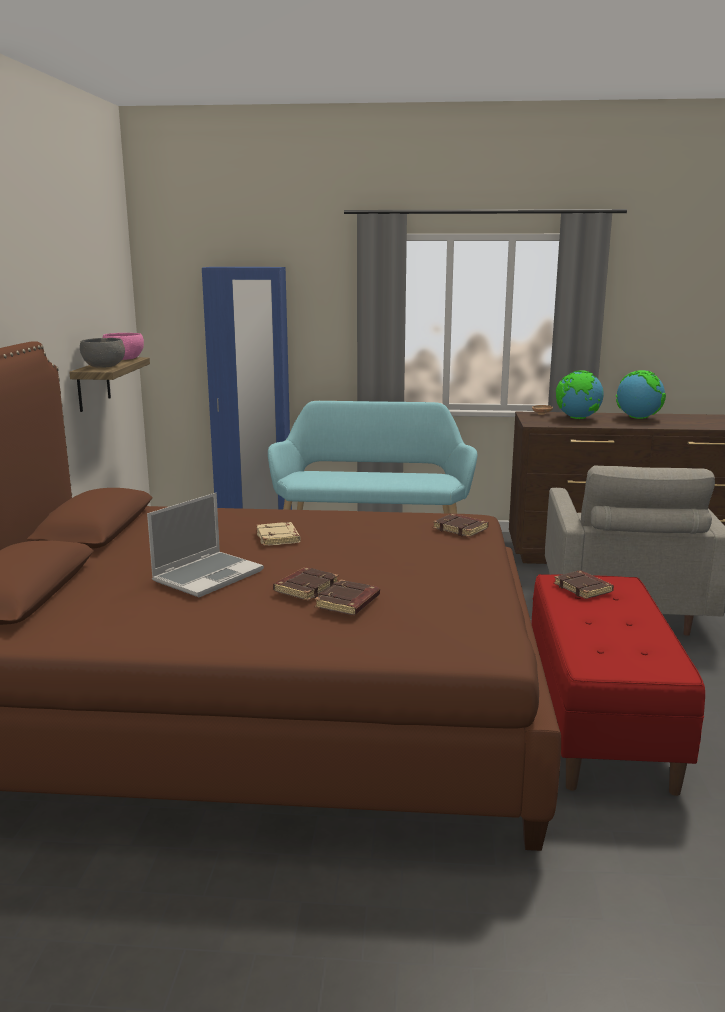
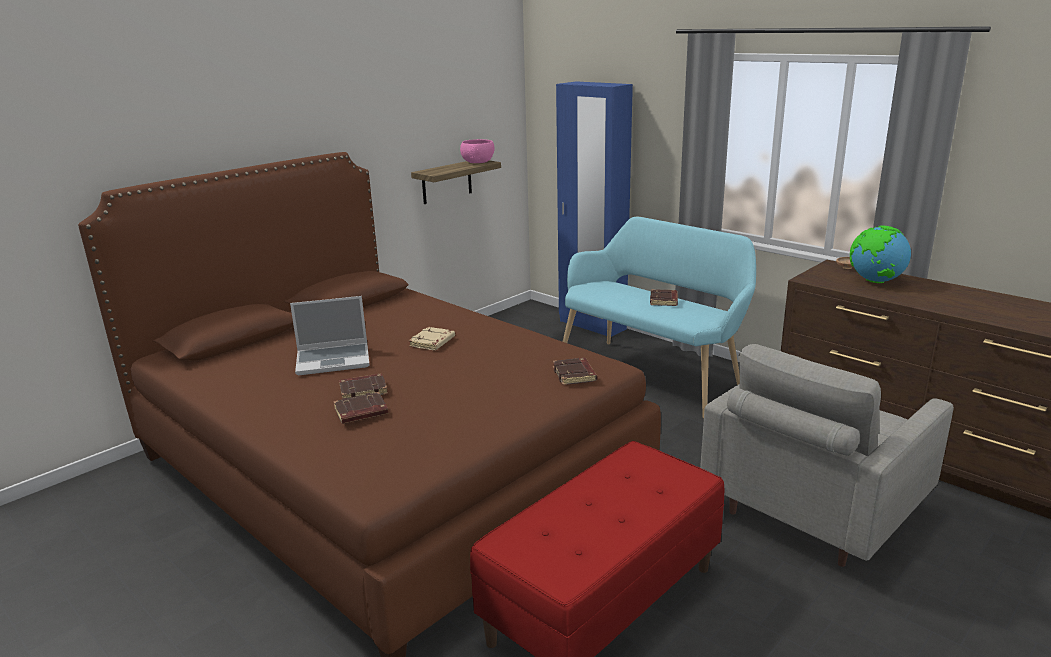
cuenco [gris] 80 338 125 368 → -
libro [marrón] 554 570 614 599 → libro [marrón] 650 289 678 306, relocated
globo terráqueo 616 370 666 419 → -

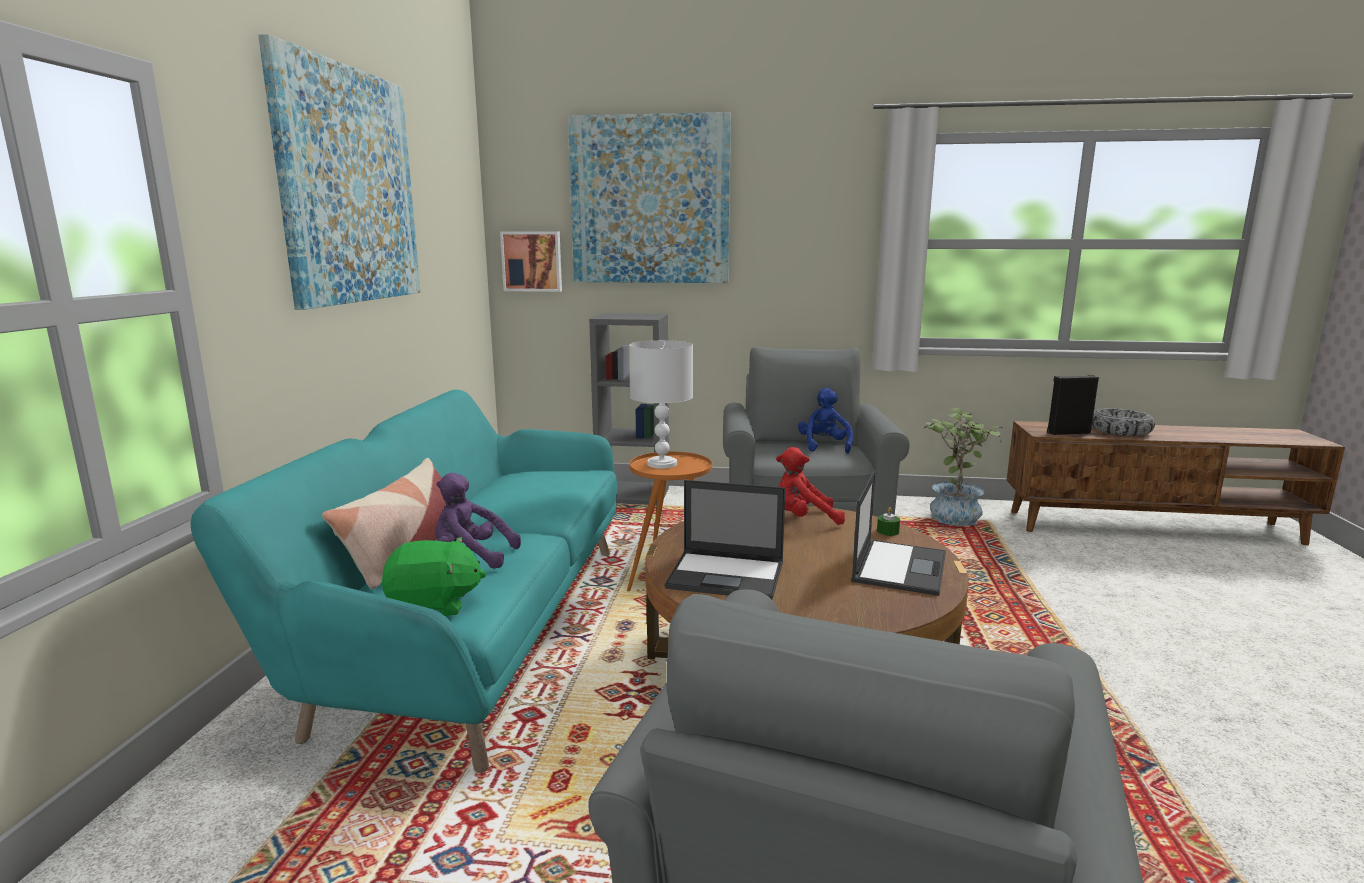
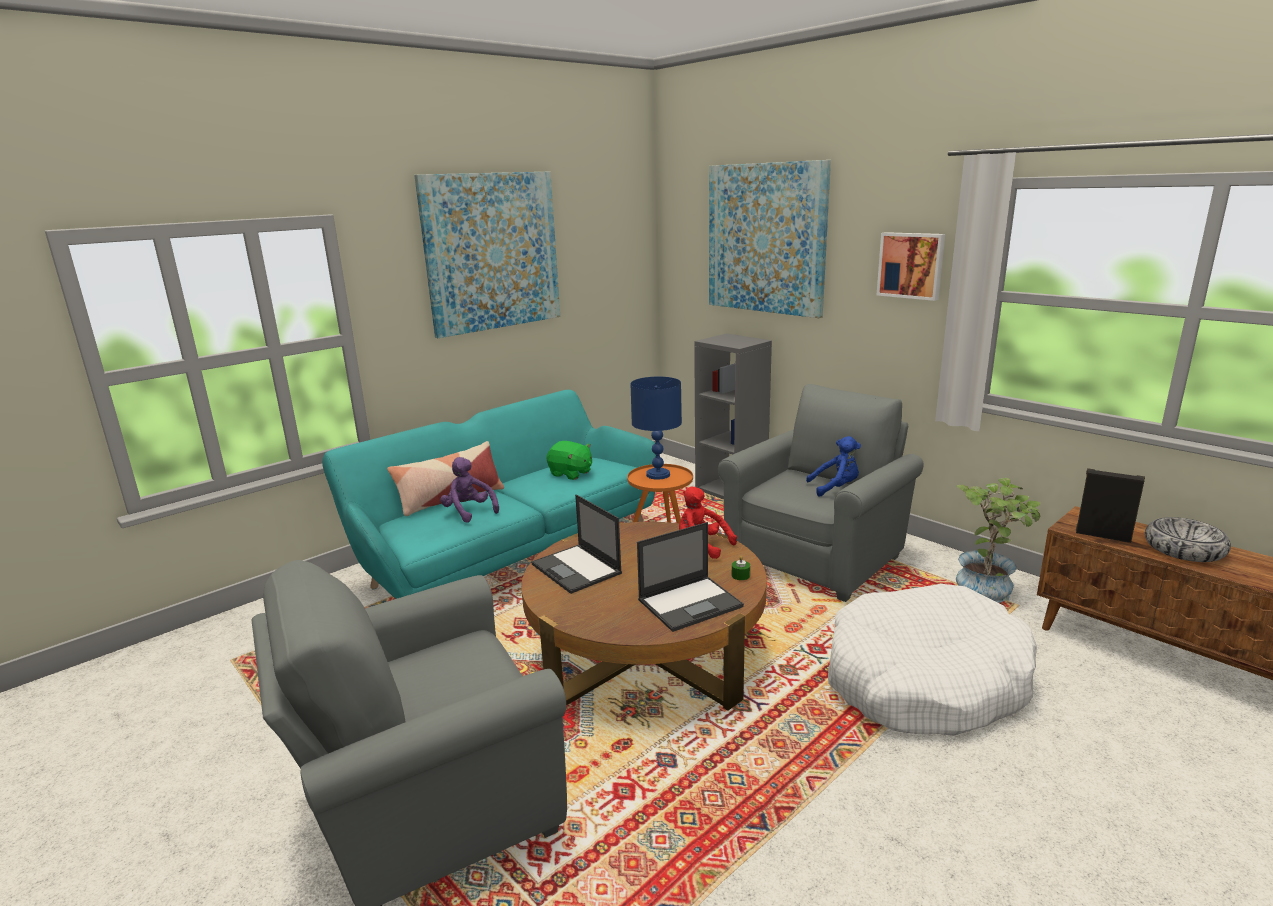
peluche [verde] 382 537 486 616 → peluche [verde] 546 441 592 480, relocated
cuadro 500 232 562 292 → cuadro 877 232 945 301, relocated
lámpara de mesa [blanco] 629 340 693 469 → lámpara de mesa [azul] 630 377 682 480
peluche [azul] 798 388 853 453 → peluche [azul] 806 436 861 497, 45 degrees clockwise
- → cama para perro [blanco] 828 584 1037 736

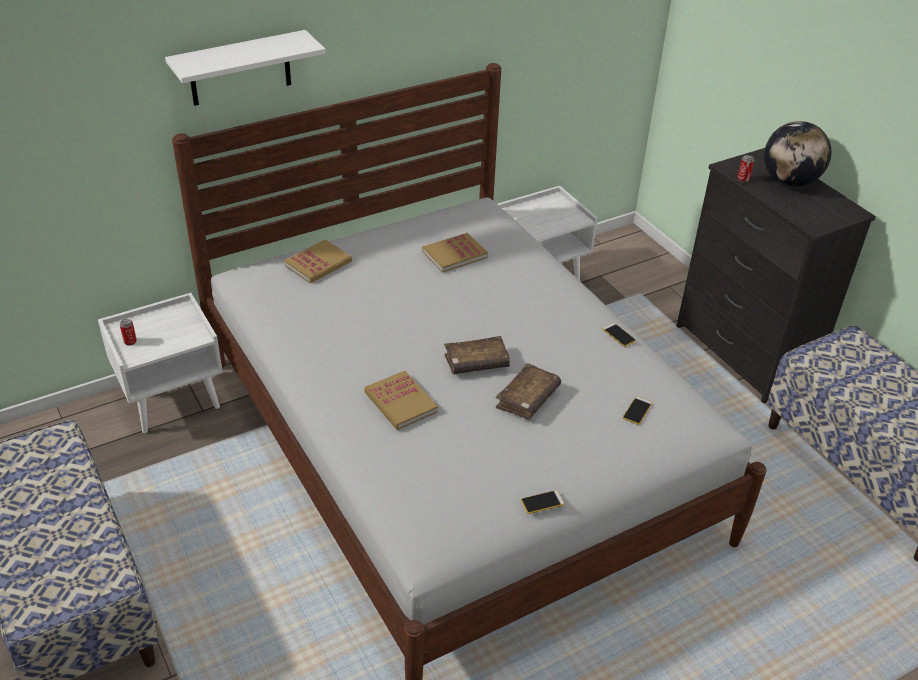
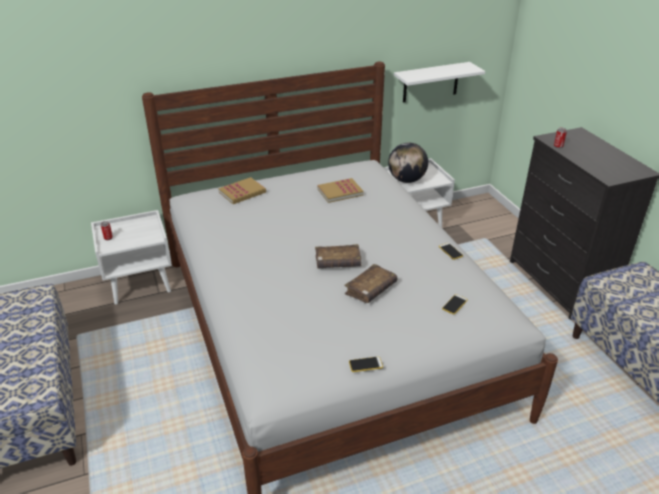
estante [blanco] 165 30 326 106 → estante [blanco] 394 62 485 103, relocated
libro 364 371 438 430 → -
globo terráqueo 764 121 831 186 → globo terráqueo 388 143 428 183, relocated

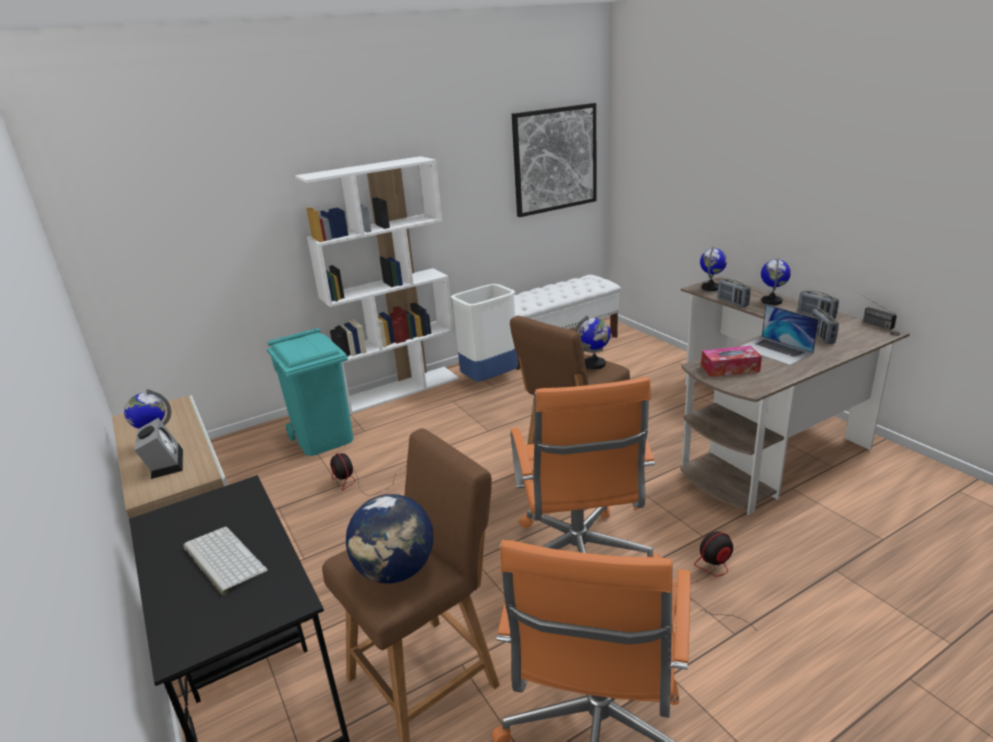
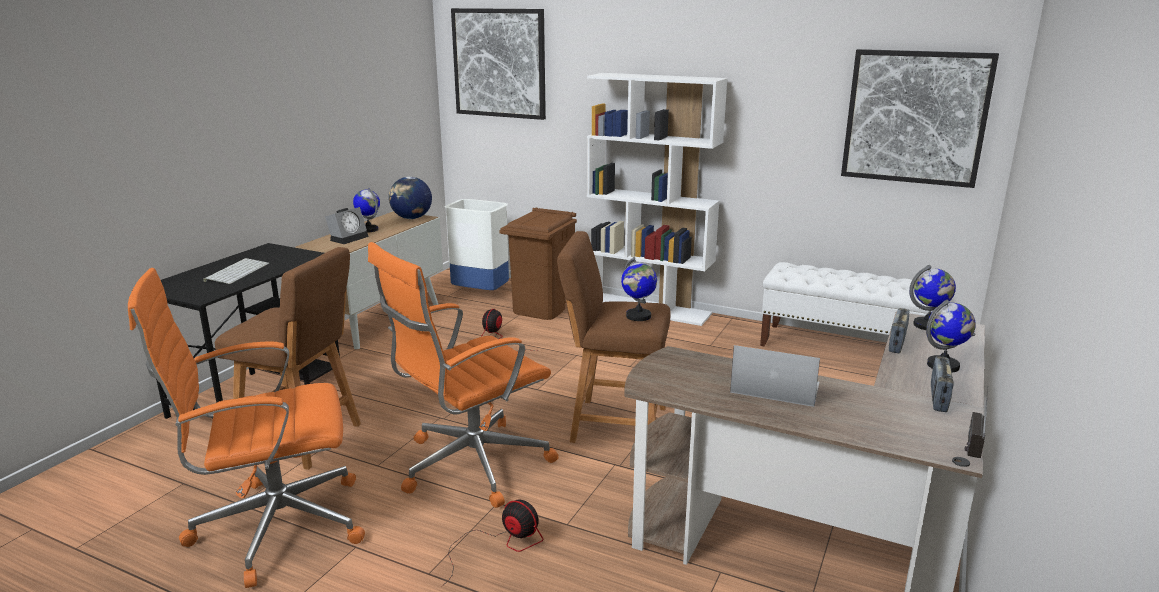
papelera [turquesa] 267 328 353 456 → papelera [marrón] 499 207 577 320
globo terráqueo 346 494 434 583 → globo terráqueo 389 177 432 219, relocated
papelera [blanco] 451 284 518 382 → papelera [blanco] 445 199 509 290, relocated
caja de pañuelos 701 346 762 377 → -
portátil 740 304 819 365 → portátil 730 345 820 407, 90 degrees clockwise
radio 811 308 839 344 → -
- → cuadro 451 8 546 120

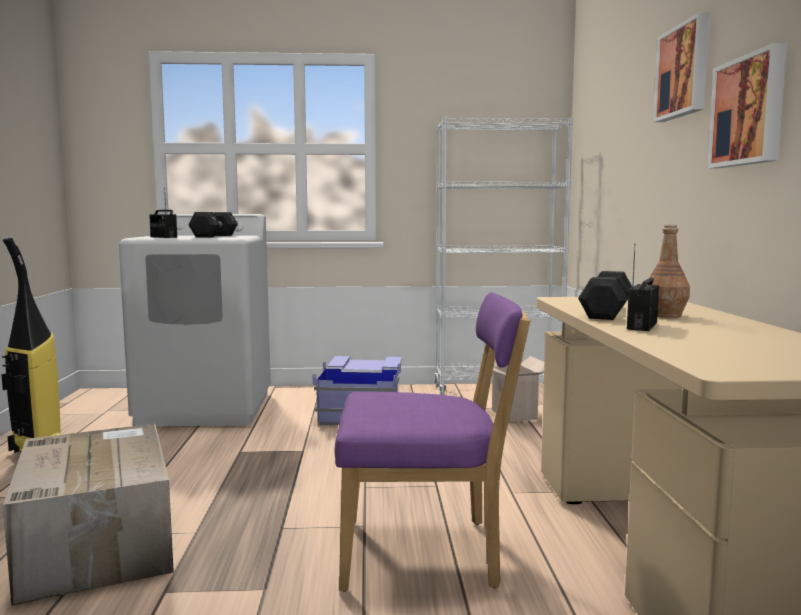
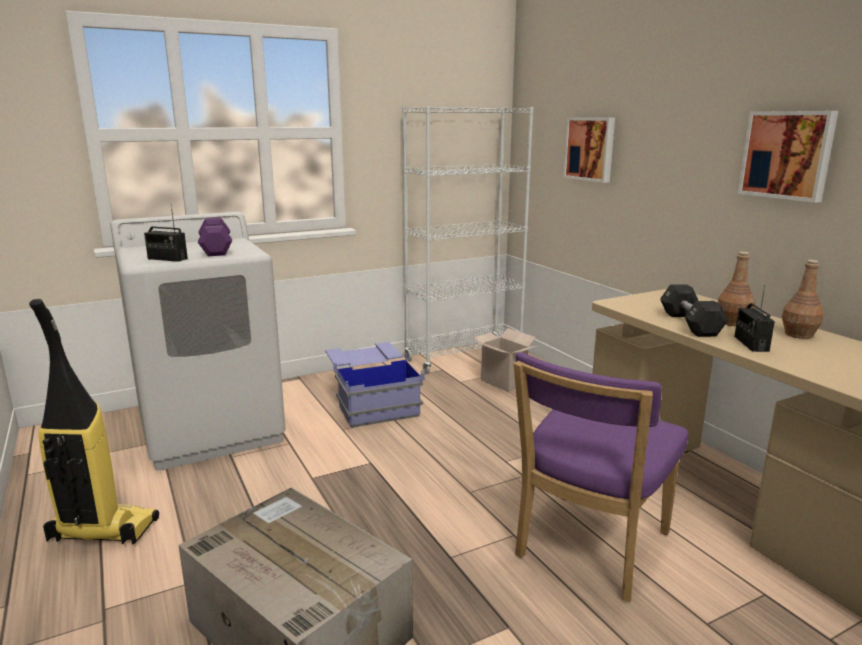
mancuerna [negro] 188 212 238 238 → mancuerna [morado] 198 217 232 256
silla [morado] 335 292 531 591 → silla [morado] 514 352 688 602, 150 degrees clockwise
cuadro 654 12 710 122 → cuadro 563 118 615 183, relocated
- → botella [marrón] 782 260 824 339

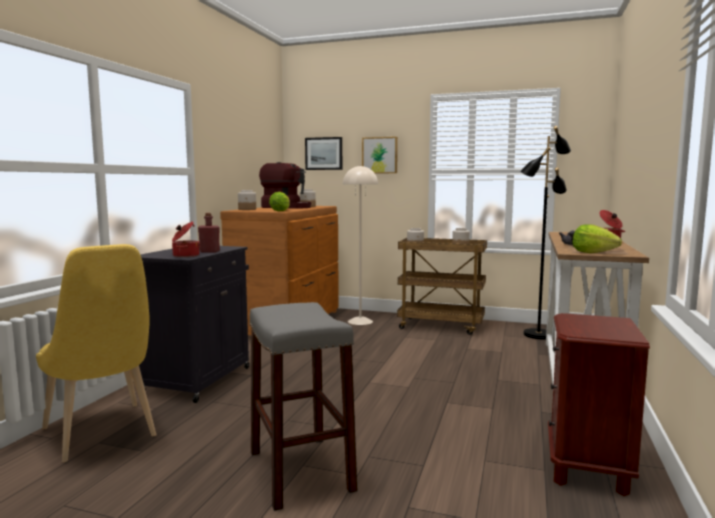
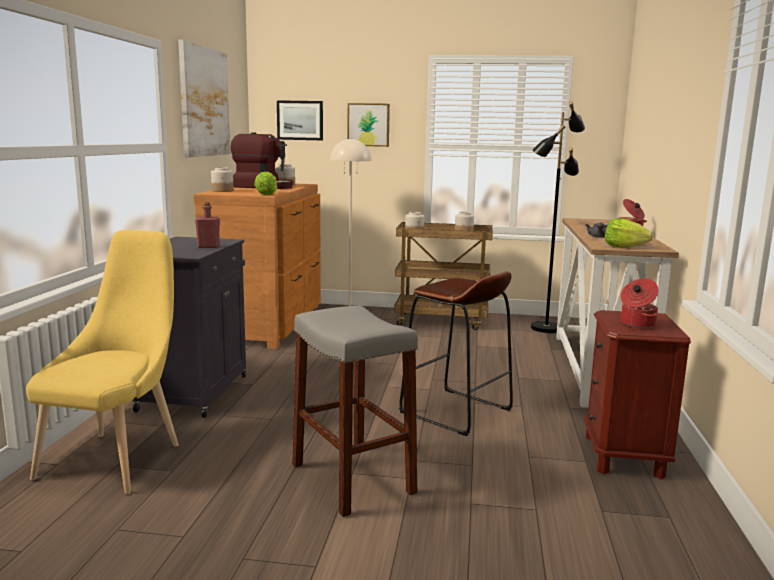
silla [amarillo] 36 244 156 462 → silla [amarillo] 26 230 179 494, 120 degrees counterclockwise
olla 172 221 200 258 → olla 620 279 659 328, relocated
- → cuadro 178 40 230 157
- → taburete [marrón] 399 271 513 436

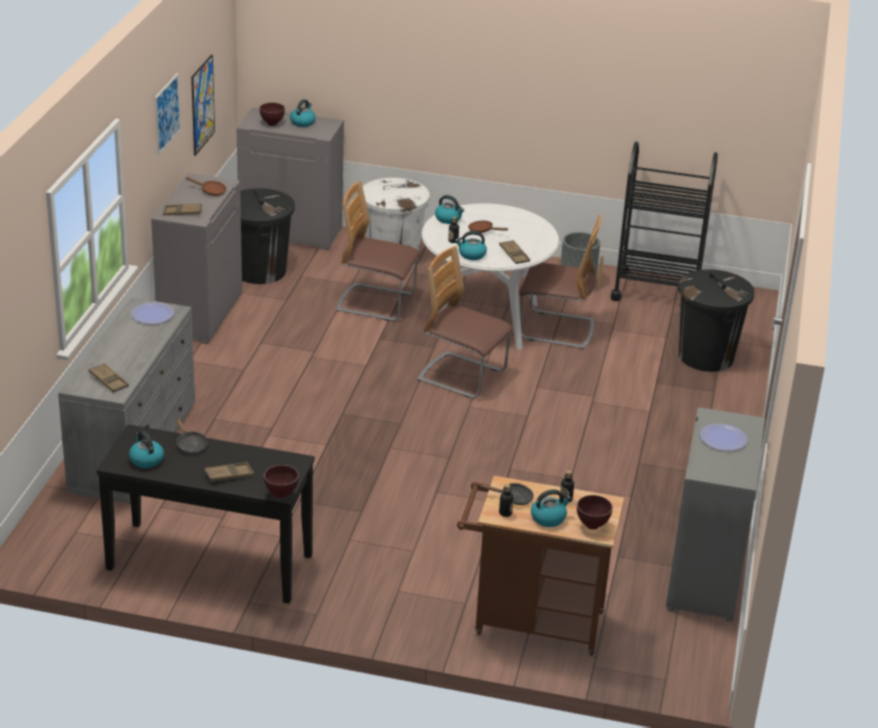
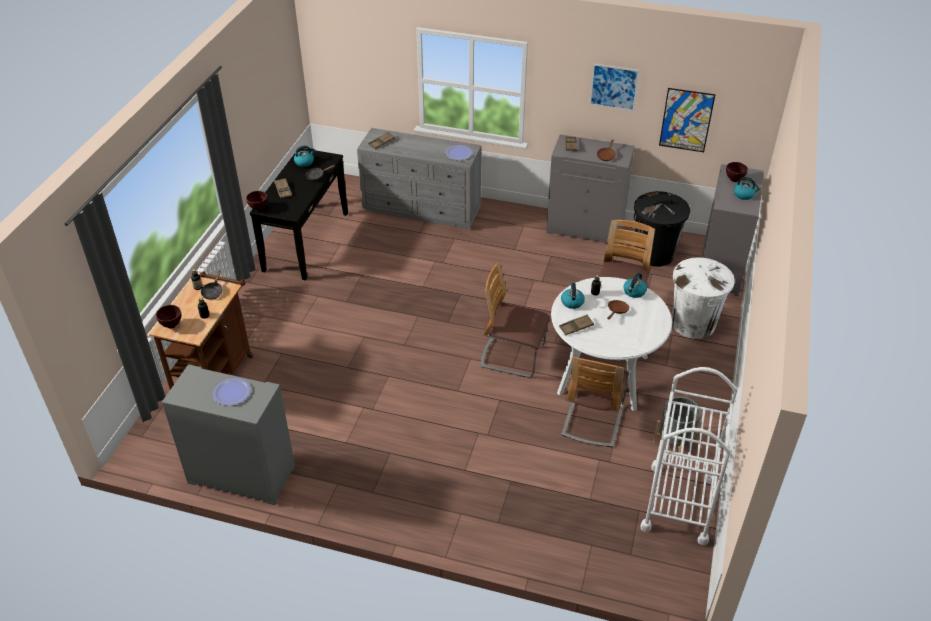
silla 418 246 512 398 → silla 480 262 550 377, 105 degrees counterclockwise
hervidor 531 489 571 527 → -
carrito [negro] 611 141 718 301 → carrito [blanco] 640 367 738 545
papelera [negro] 678 269 755 372 → -

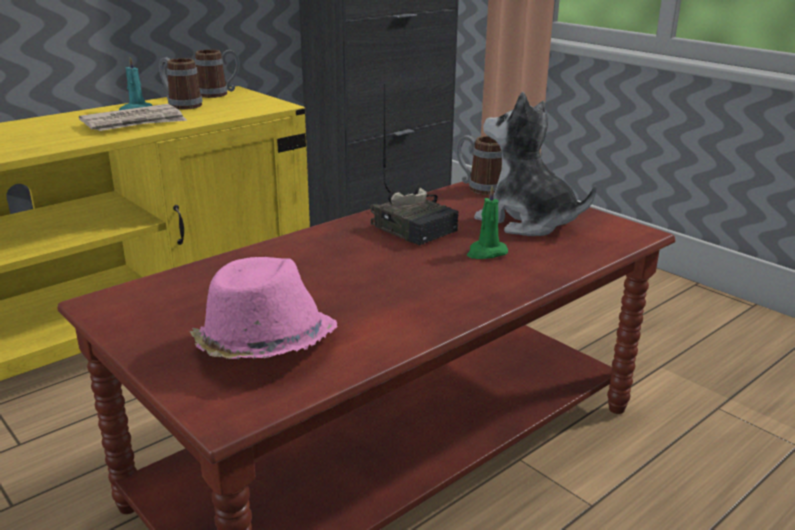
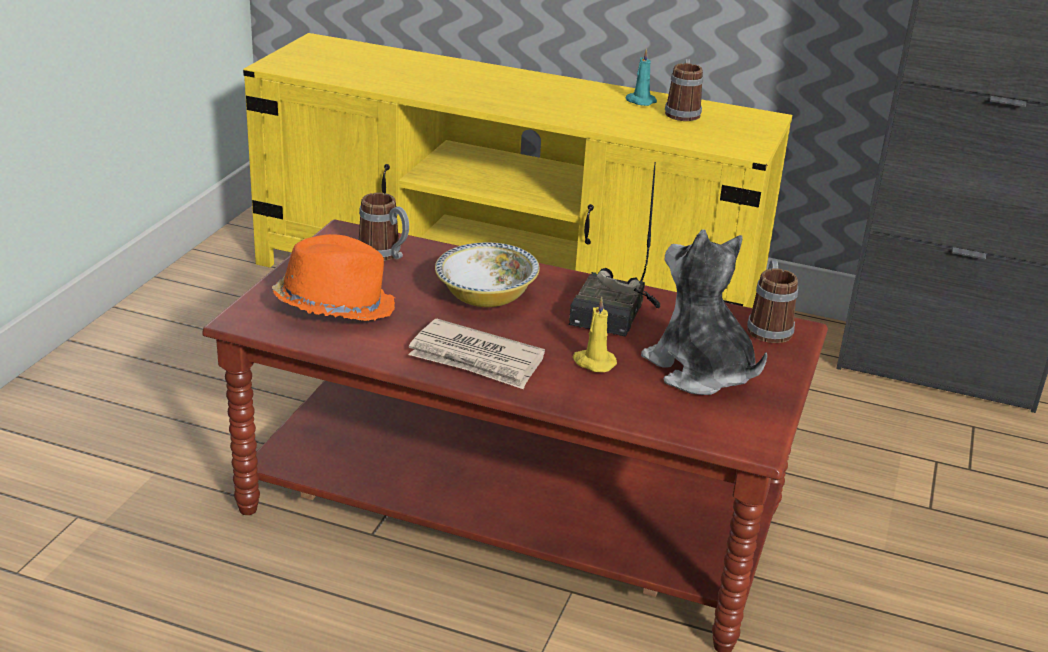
periódico 79 104 187 131 → periódico 409 319 545 389, relocated
sombrero [rosa] 190 257 338 359 → sombrero [naranja] 272 234 395 321
taza grande 195 50 240 98 → taza grande 358 193 409 261, relocated
vela [verde] 467 186 508 259 → vela [amarillo] 573 296 617 372
peluche 474 92 596 236 → peluche 641 229 767 395, 45 degrees counterclockwise
- → cuenco 435 242 540 307

